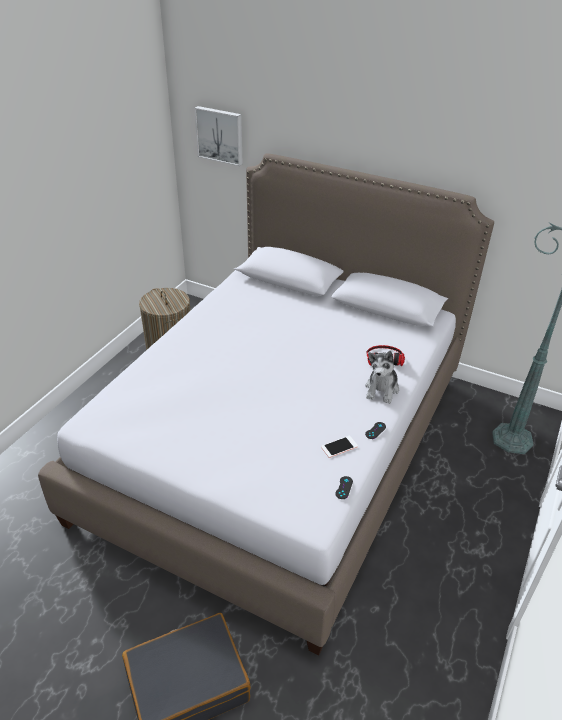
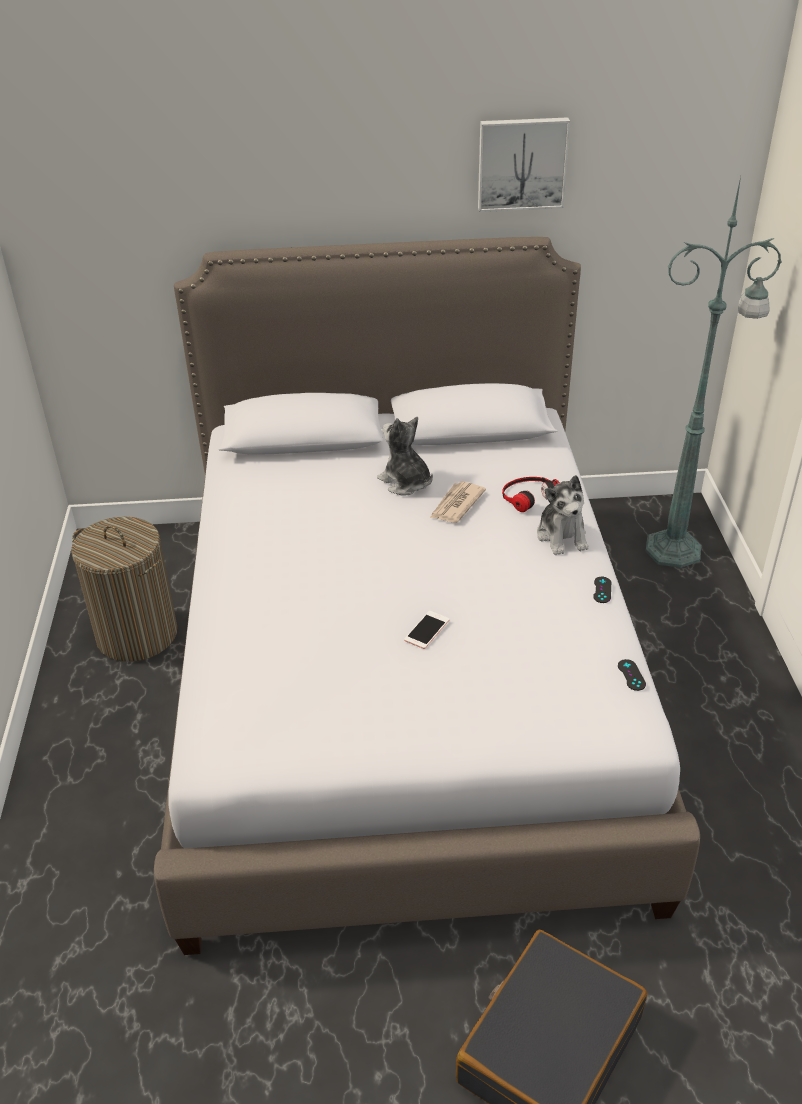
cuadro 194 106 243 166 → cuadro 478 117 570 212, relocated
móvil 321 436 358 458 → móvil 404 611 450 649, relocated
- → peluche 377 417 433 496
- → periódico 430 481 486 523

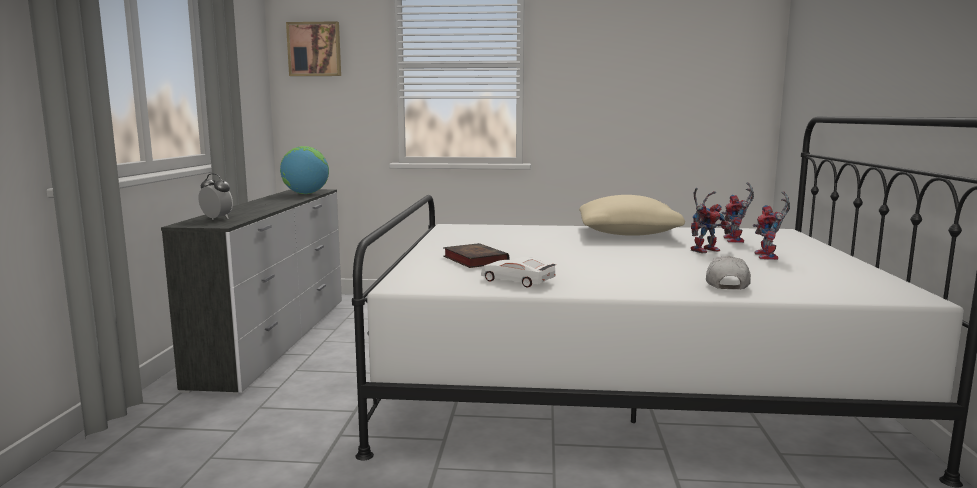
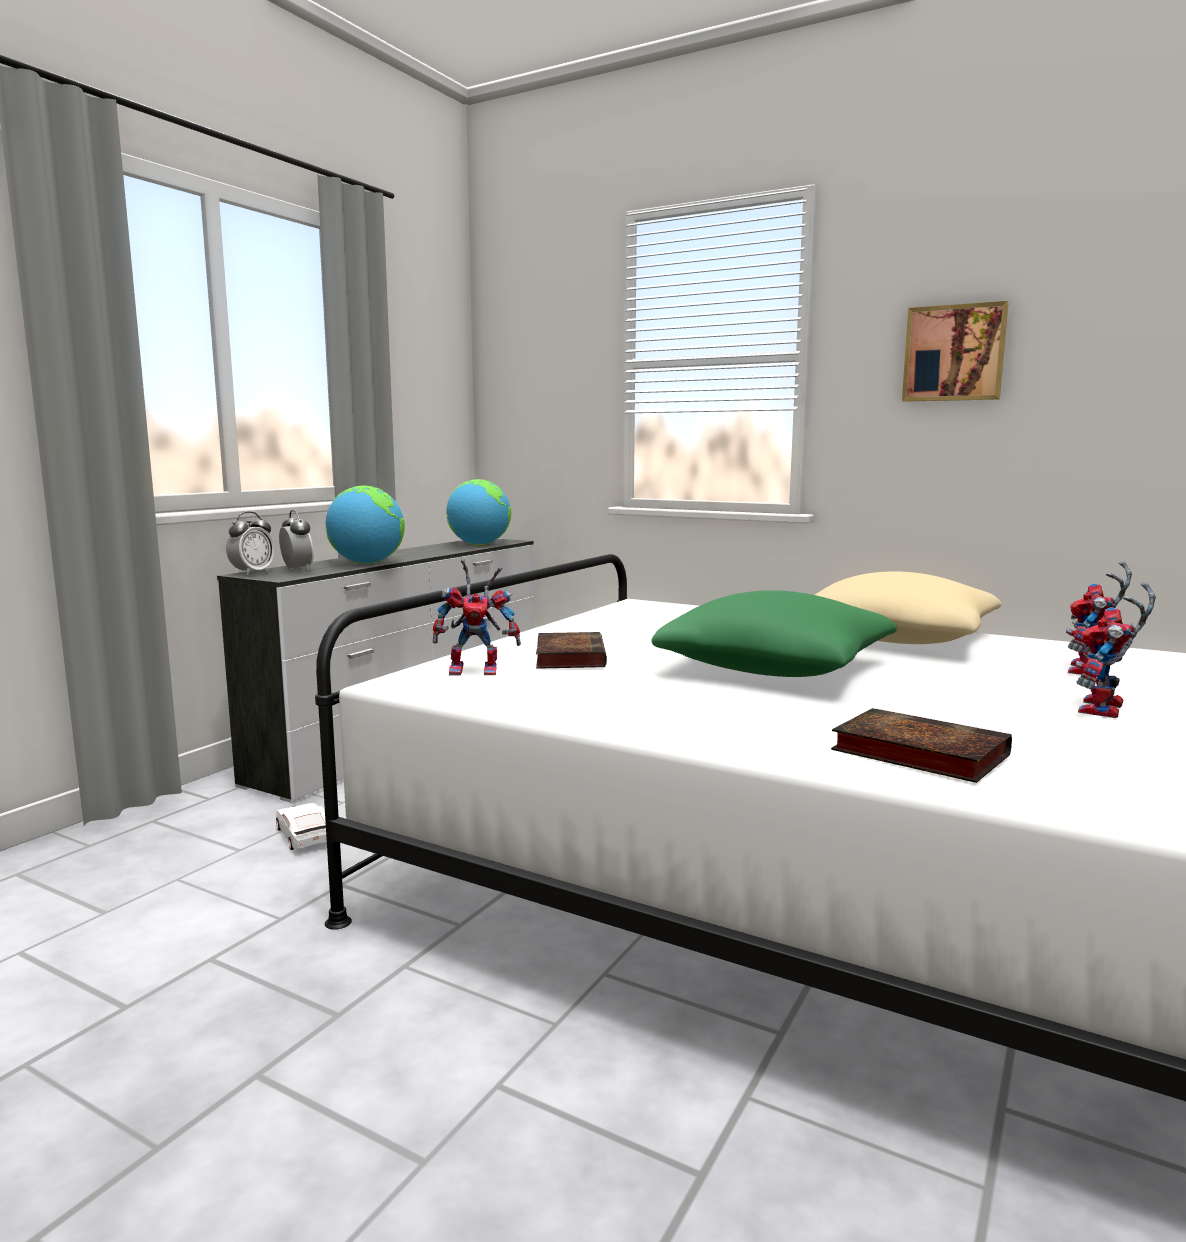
cuadro 286 21 341 76 → cuadro 902 301 1009 402, relocated
coche de juguete [blanco] 481 257 556 288 → coche de juguete [blanco] 276 803 327 850, relocated
robot de juguete 691 188 731 253 → robot de juguete 433 559 521 675, relocated
gorra [blanco] 706 256 751 289 → libro 831 708 1012 783
- → despertador 226 512 275 575
- → globo terráqueo 326 486 405 564
- → cojín [verde] 651 590 897 677

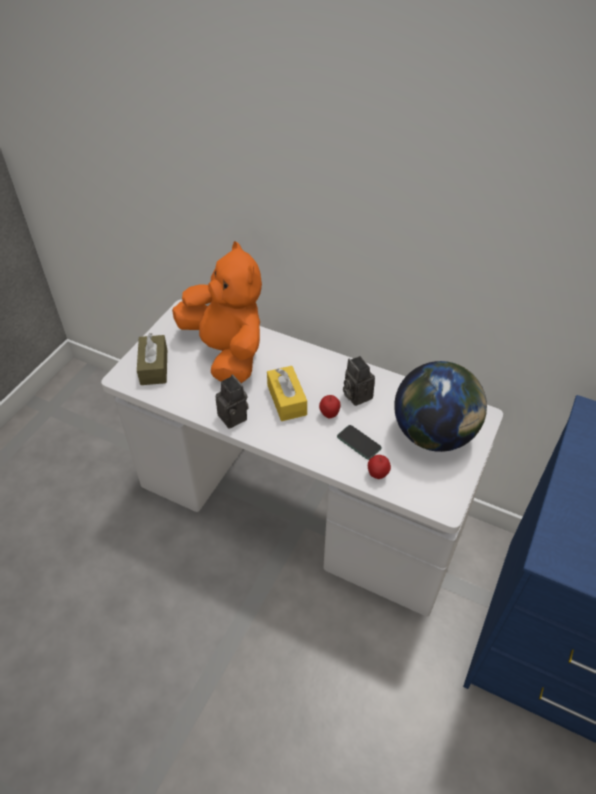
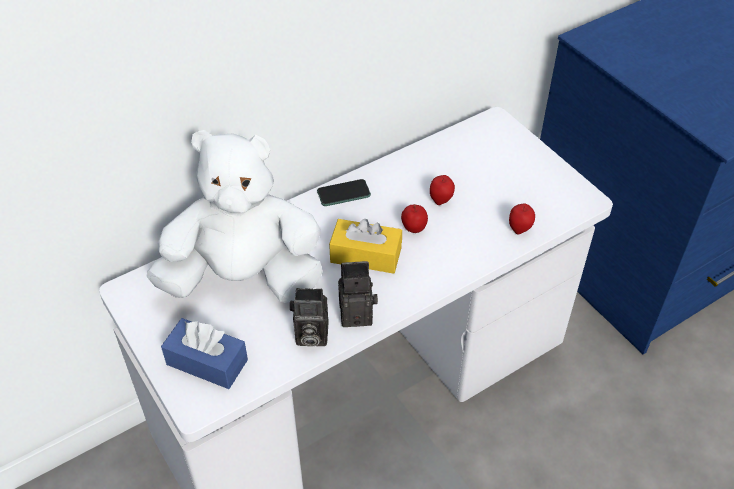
caja de pañuelos [marrón] 137 333 167 385 → caja de pañuelos [azul] 161 318 248 389
peluche [naranja] 172 241 262 383 → peluche [blanco] 147 130 323 303
móvil 337 425 382 460 → móvil 317 179 371 206, relocated
cámara 343 356 375 406 → cámara 290 288 329 347, relocated
globo terráqueo 394 361 487 452 → -
- → manzana 430 175 455 205

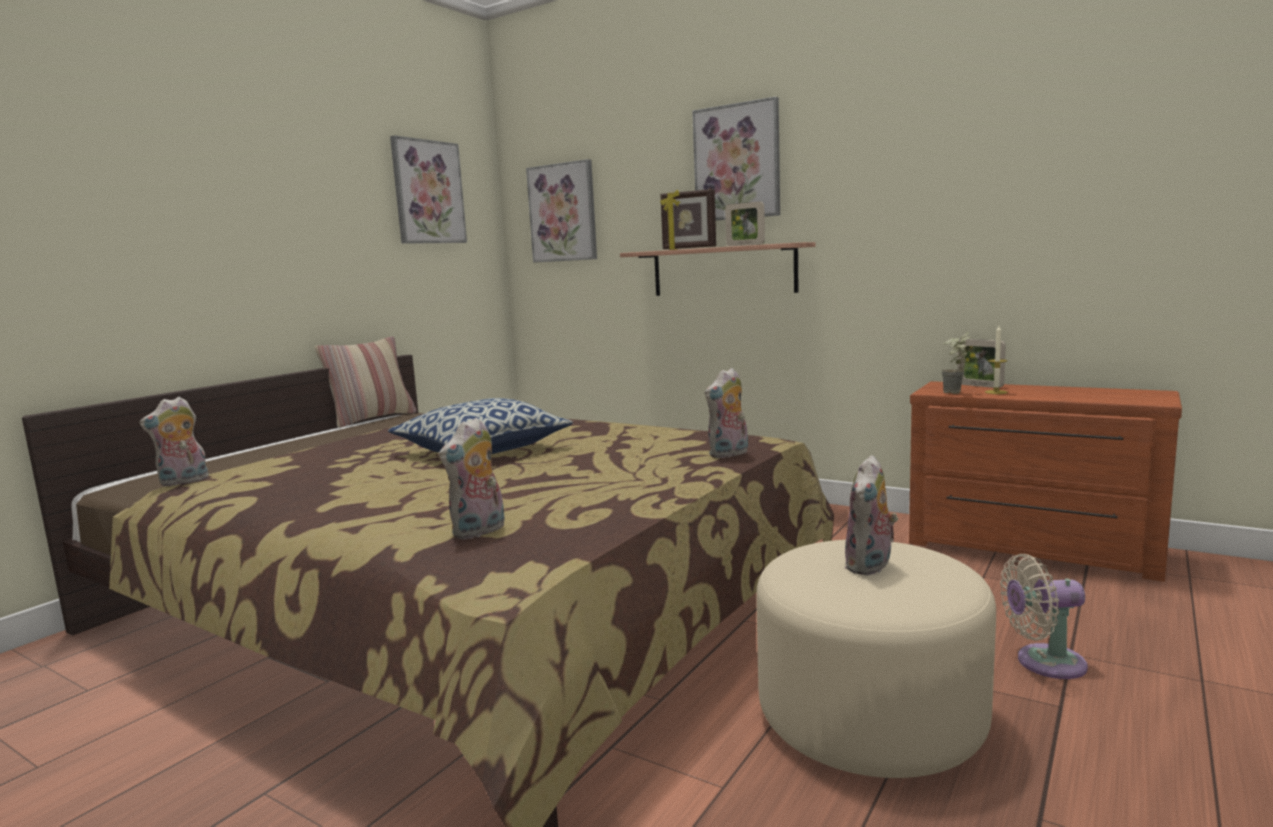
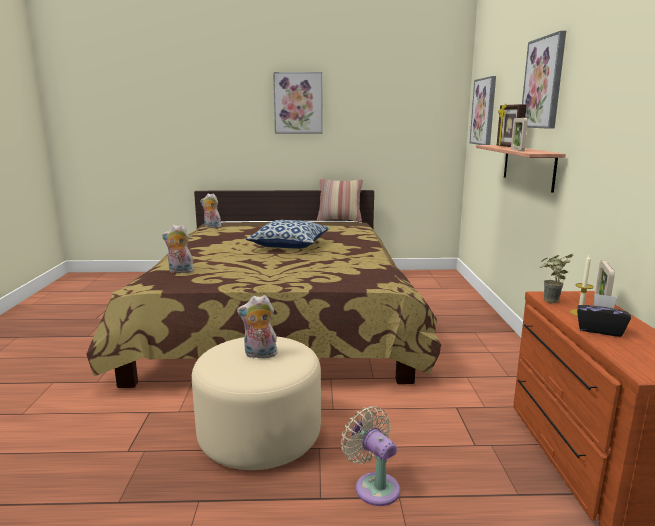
cuadro 390 135 467 244 → cuadro 273 72 323 134, relocated
peluche 705 368 748 458 → -
- → caja de pañuelos [negro] 577 293 631 337

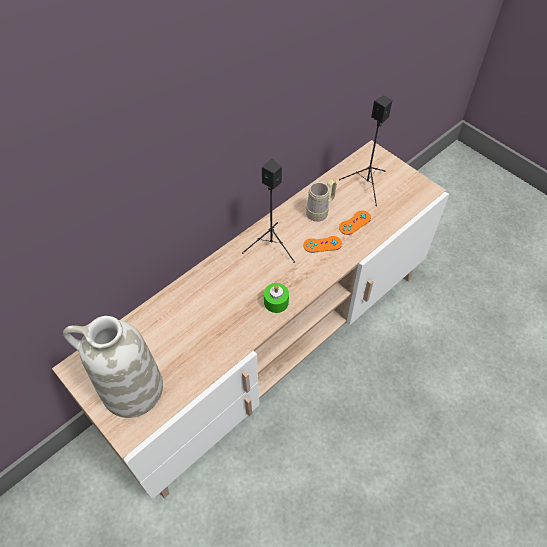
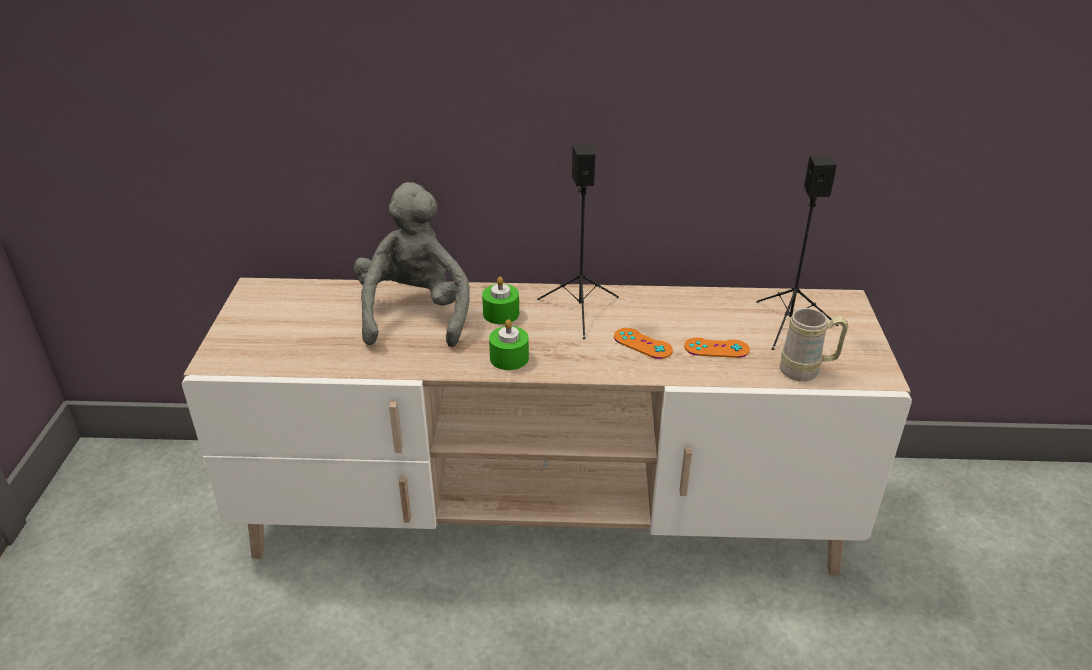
florero [blanco] 63 316 163 418 → -
taza grande [beis] 306 179 337 222 → taza grande [beis] 780 308 848 381, relocated
- → peluche [gris] 354 182 470 347
- → vela [verde] 482 276 519 324

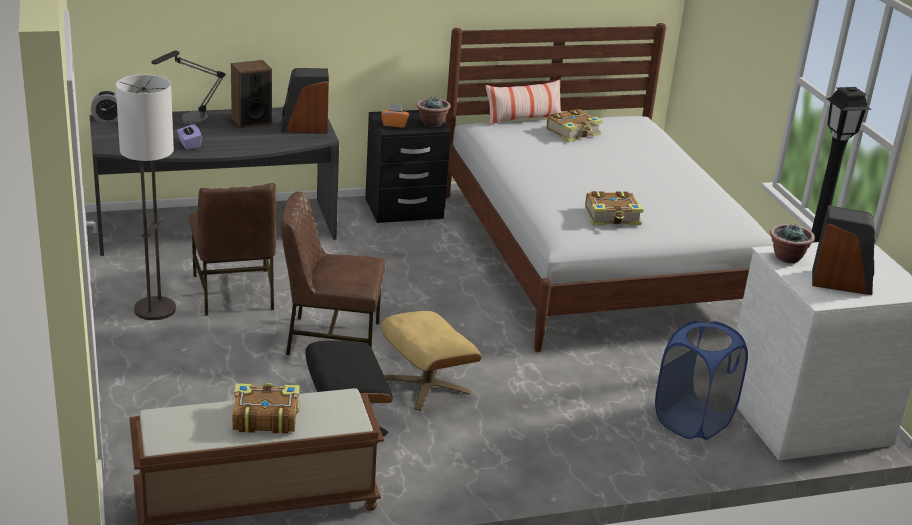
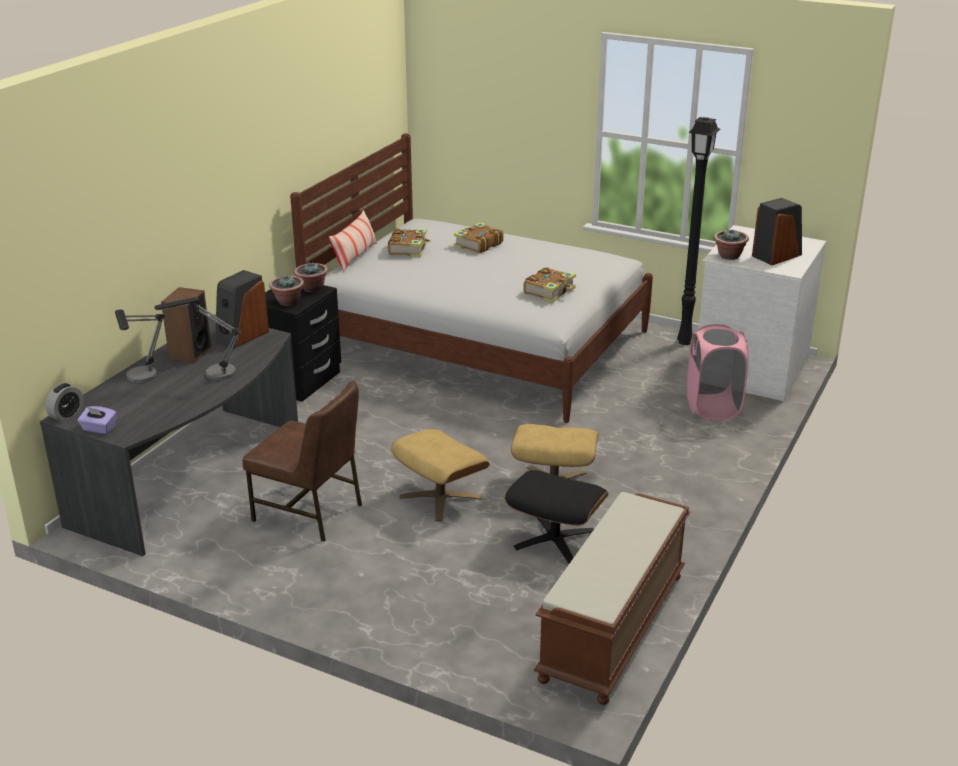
lámpara de pie 116 74 176 320 → -
caja de pañuelos [morado] 177 124 202 150 → caja de pañuelos [morado] 78 406 117 434, relocated
libro 232 383 300 434 → libro 454 222 504 253, relocated
silla [marrón] 281 192 385 355 → puf [beis] 391 429 490 522
caja de pañuelos [naranja] 381 103 409 127 → planta en maceta 269 275 304 306
cesto de la ropa [azul] 655 321 748 440 → cesto de la ropa [rosa] 687 324 748 421
- → lámpara de mesa 155 297 241 380

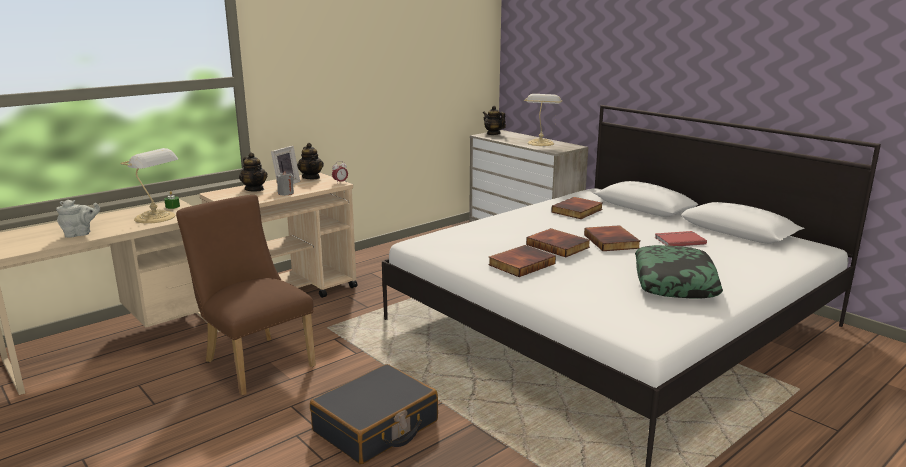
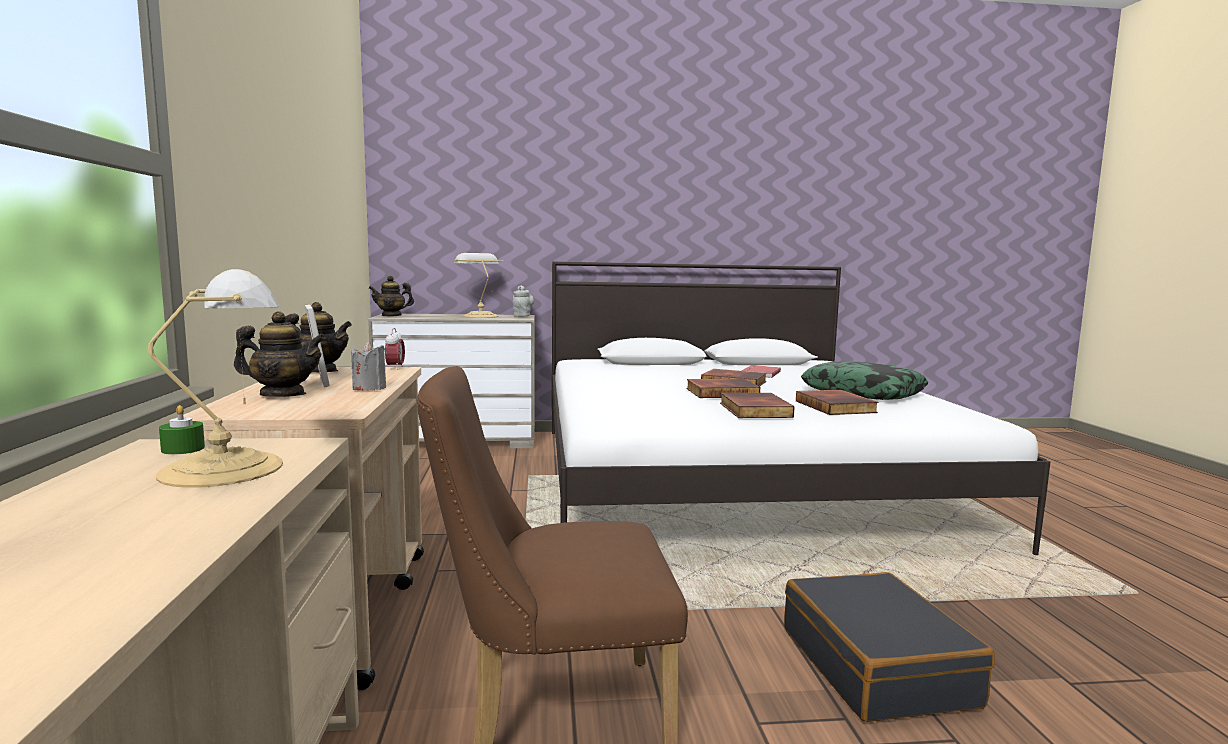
tetera [gris] 56 200 100 238 → tetera [gris] 513 286 534 316, relocated
libro 551 197 603 219 → libro 796 390 878 415, relocated

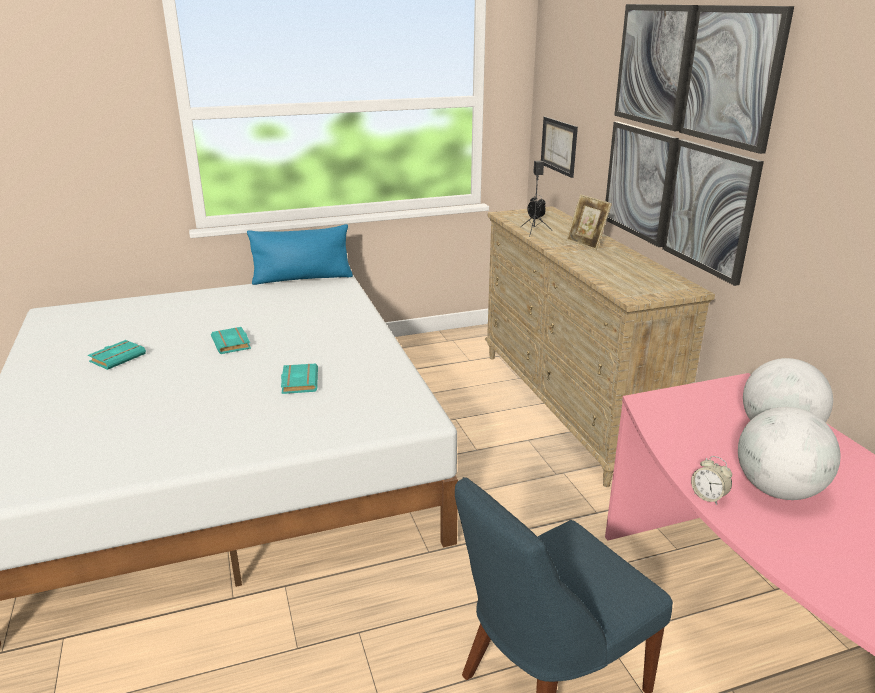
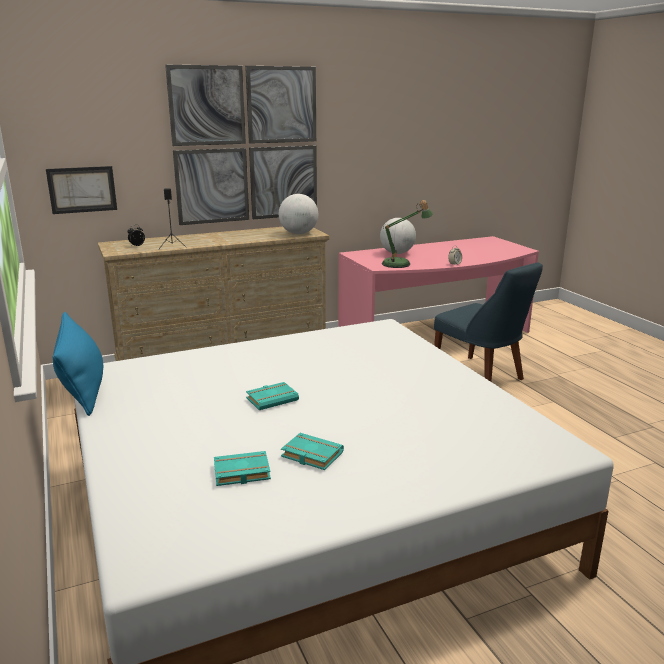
libro [turquesa] 281 364 318 394 → libro [turquesa] 214 451 271 486, relocated
portarretratos 566 194 612 250 → -
globo terráqueo 738 407 841 500 → globo terráqueo 279 194 318 234, relocated
- → lámpara de mesa 382 200 433 268

